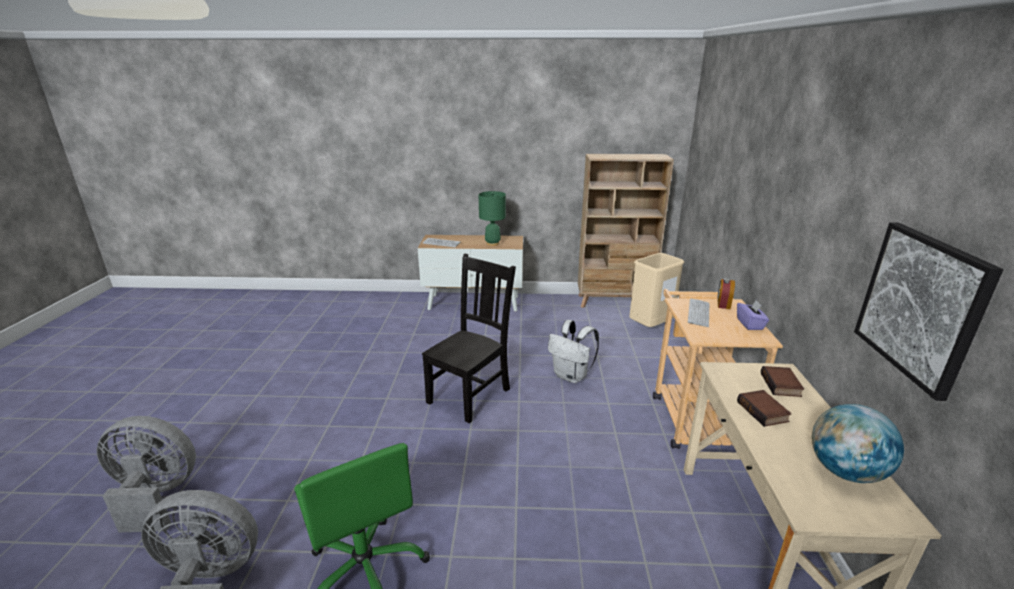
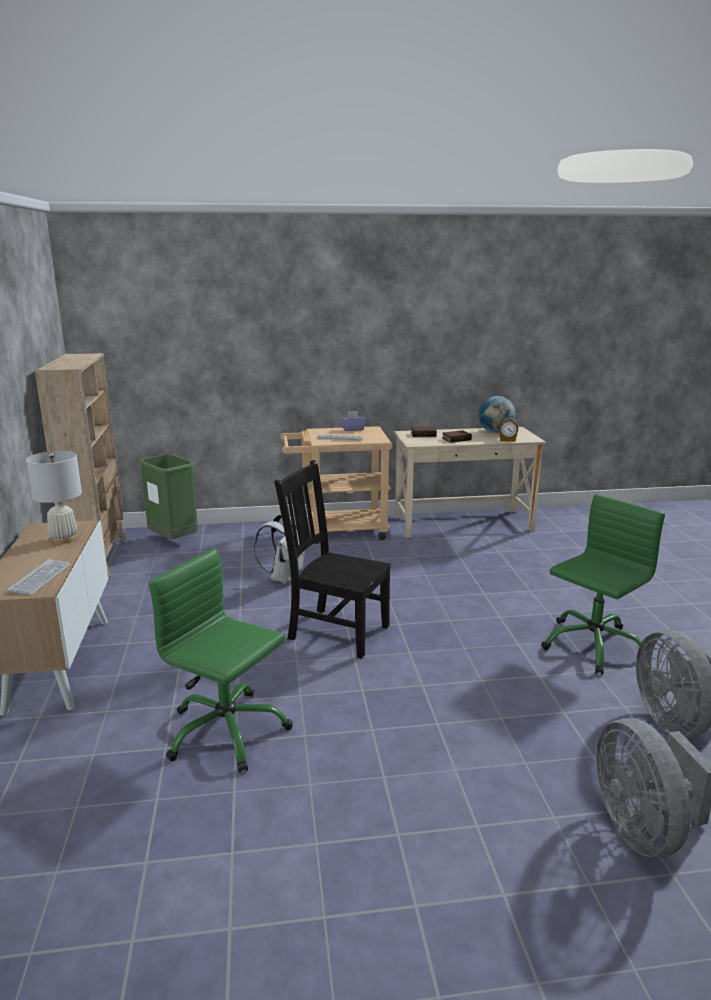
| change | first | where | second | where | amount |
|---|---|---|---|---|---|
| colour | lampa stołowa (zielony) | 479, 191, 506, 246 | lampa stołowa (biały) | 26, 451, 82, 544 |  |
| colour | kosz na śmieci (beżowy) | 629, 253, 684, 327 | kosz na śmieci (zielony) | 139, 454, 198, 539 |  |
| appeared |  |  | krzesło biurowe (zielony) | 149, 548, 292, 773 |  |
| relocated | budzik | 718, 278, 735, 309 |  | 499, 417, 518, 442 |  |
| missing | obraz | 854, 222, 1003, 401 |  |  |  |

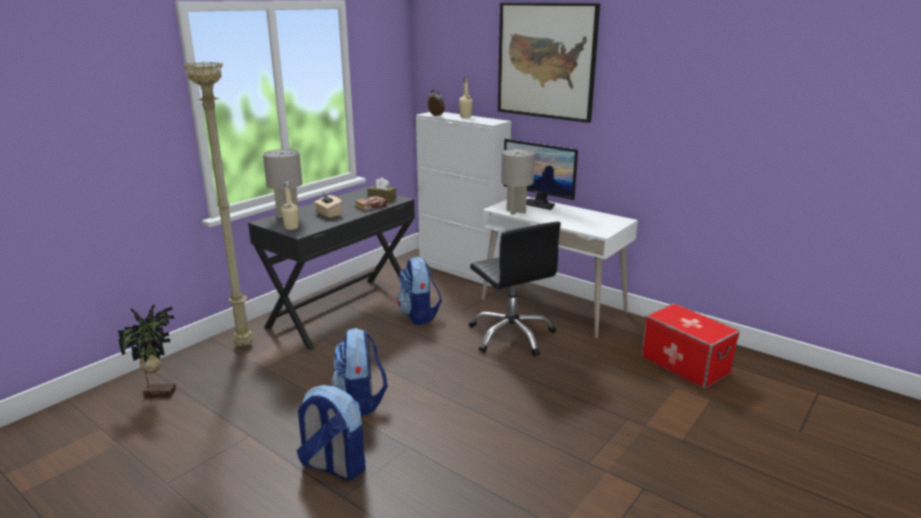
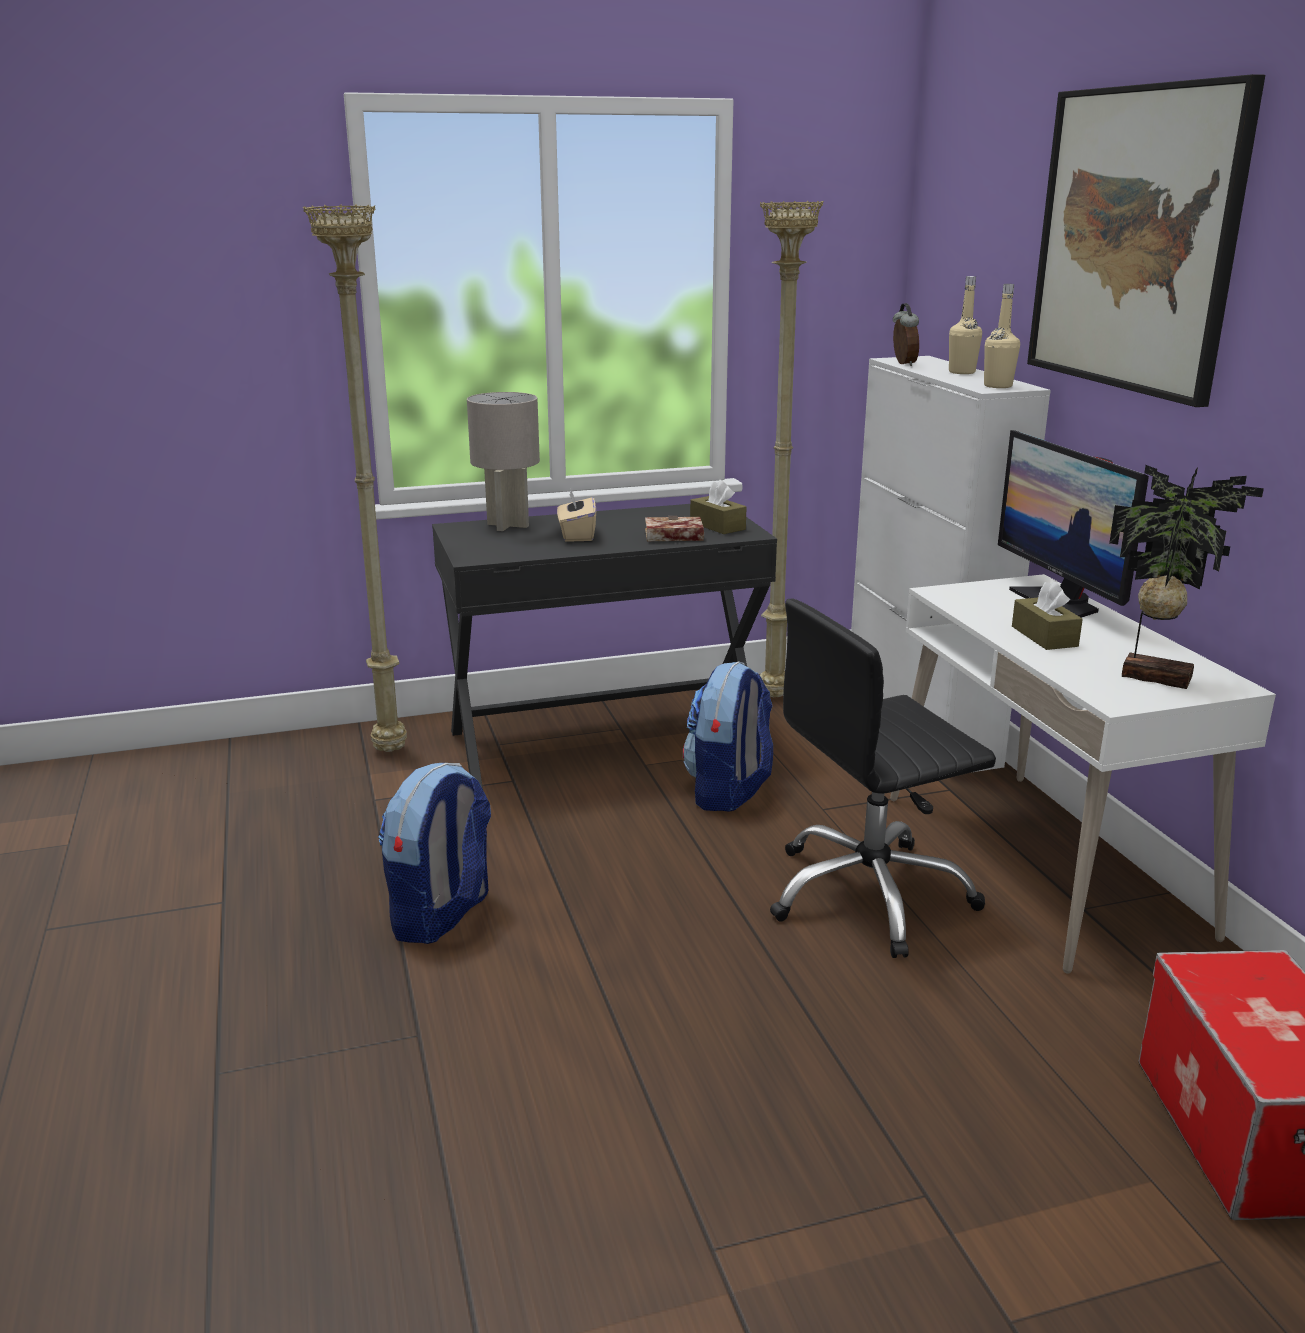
| change | first | where | second | where | amount |
|---|---|---|---|---|---|
| appeared |  |  | lampa stojąca (beżowy) | 760, 201, 824, 697 |  |
| spun | krzesło biurowe (czarny) | 469, 221, 561, 356 |  | 770, 599, 996, 958 | 60 degrees clockwise |
| relocated | butelka (beżowy) | 281, 181, 298, 230 |  | 984, 284, 1020, 388 |  |
| appeared |  |  | pudełko chusteczek (brązowy) | 1012, 581, 1083, 650 |  |
| relocated | roślina doniczkowa | 118, 304, 176, 398 |  | 1109, 465, 1264, 689 |  |
| missing | plecak | 296, 385, 366, 481 |  |  |  |
| missing | lampa stołowa (szary) | 501, 149, 535, 215 |  |  |  |

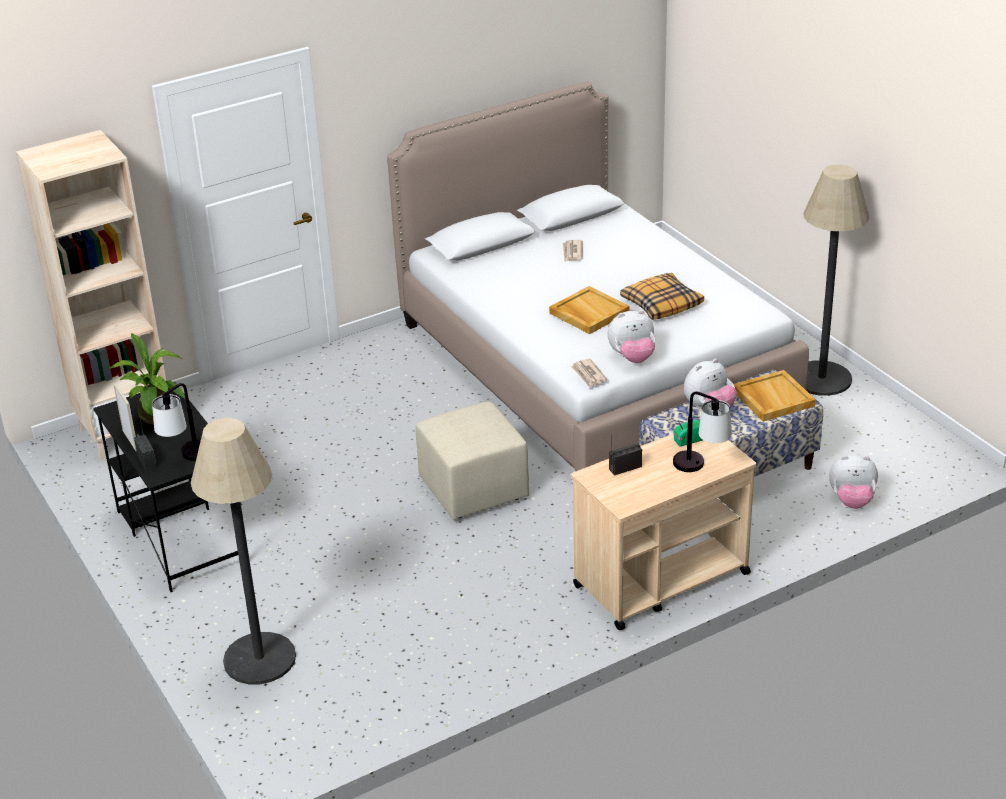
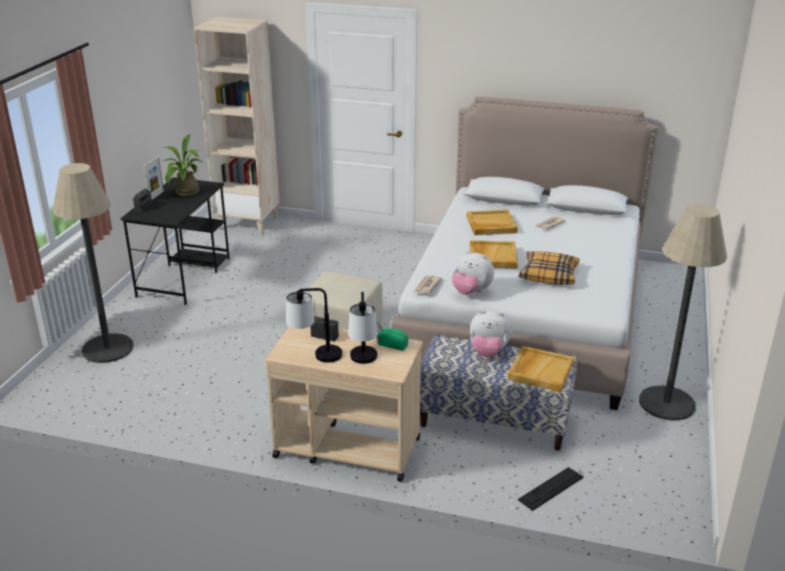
| change | first | where | second | where | amount |
|---|---|---|---|---|---|
| relocated | lampa stołowa | 152, 383, 201, 461 |  | 286, 288, 342, 363 |  |
| appeared |  |  | taca (beżowy) | 467, 210, 518, 235 |  |
| exchanged | pluszak | 829, 454, 878, 509 | klawiatura | 517, 467, 584, 511 |  |

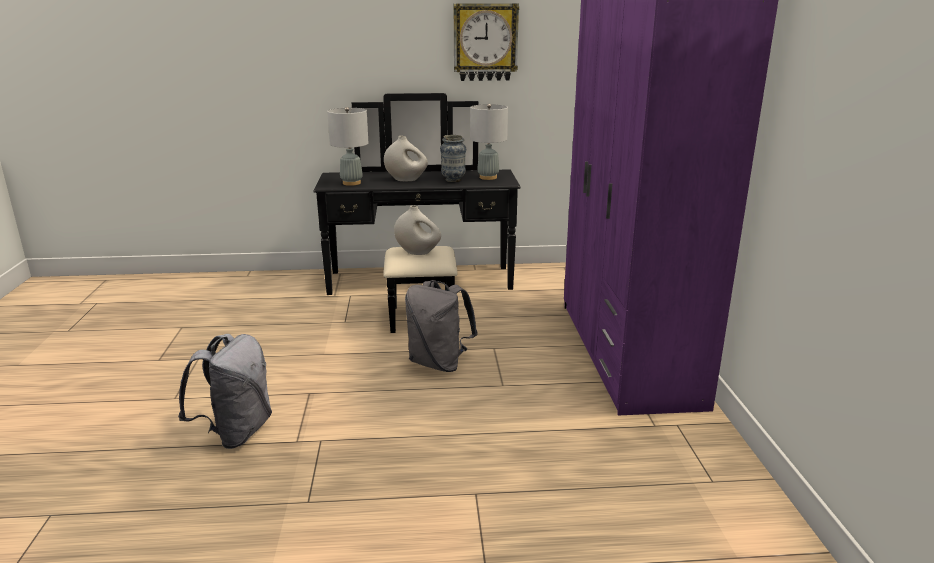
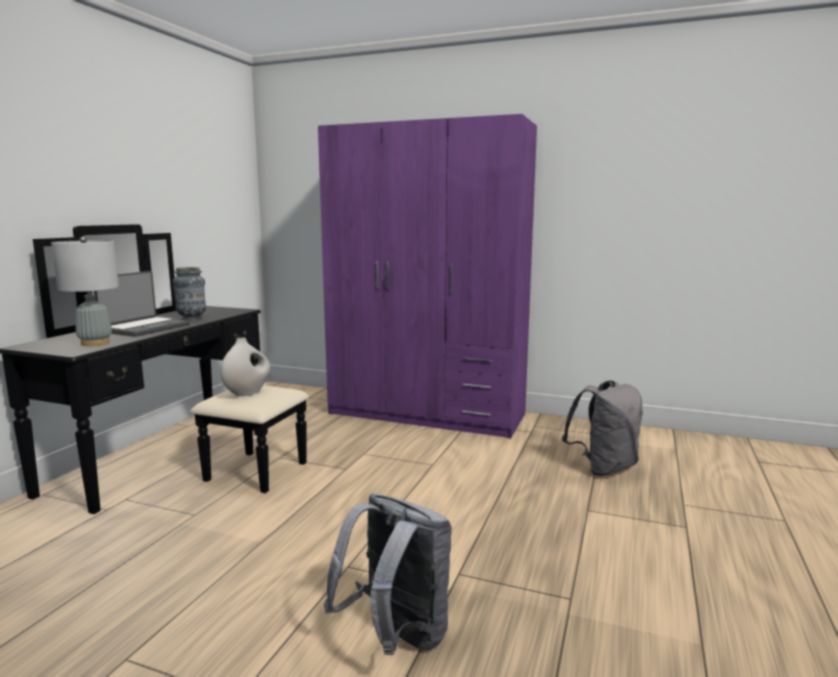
| change | first | where | second | where | amount |
|---|---|---|---|---|---|
| exchanged | wazon (biały) | 384, 136, 428, 181 | laptop | 94, 271, 190, 337 |  |
| relocated | plecak (szary) | 405, 280, 478, 372 |  | 562, 380, 643, 476 |  |
| missing | zegar ścienny | 454, 3, 519, 81 |  |  |  |
| missing | lampa stołowa (szary) | 470, 104, 508, 180 |  |  |  |

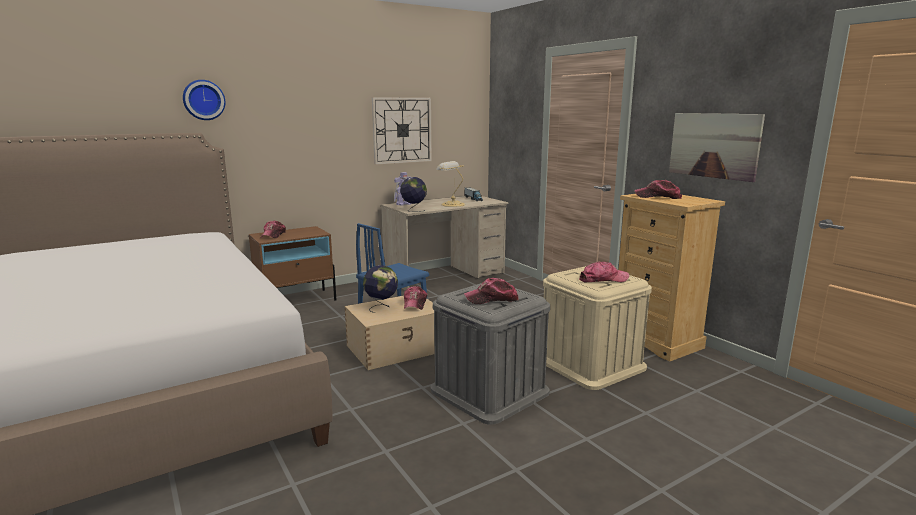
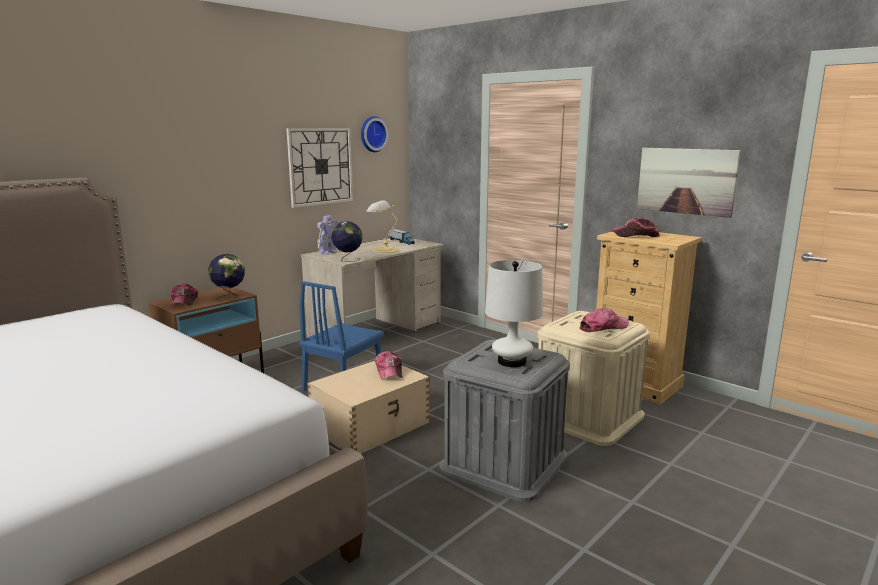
| change | first | where | second | where | amount |
|---|---|---|---|---|---|
| relocated | globus | 363, 265, 398, 313 |  | 208, 254, 245, 301 |  |
| relocated | zegar ścienny | 183, 80, 225, 120 |  | 361, 116, 389, 152 |  |
| exchanged | czapka z daszkiem | 464, 278, 519, 304 | lampa stołowa (biały) | 485, 260, 543, 367 |  |

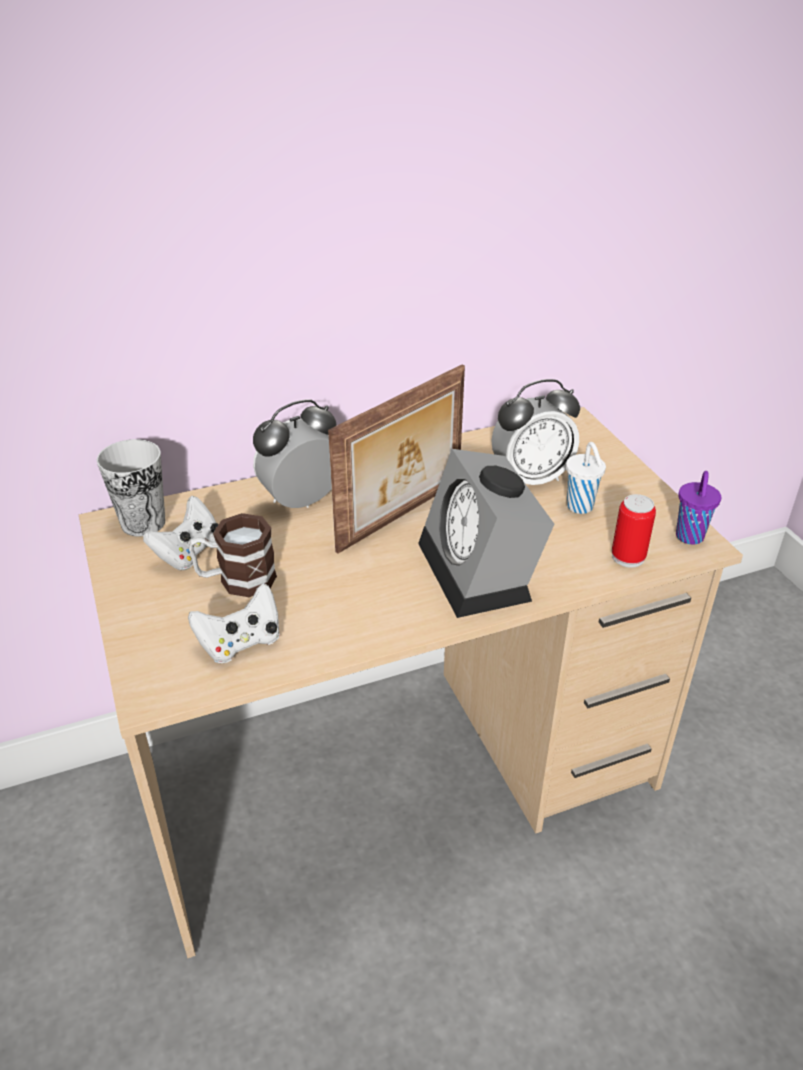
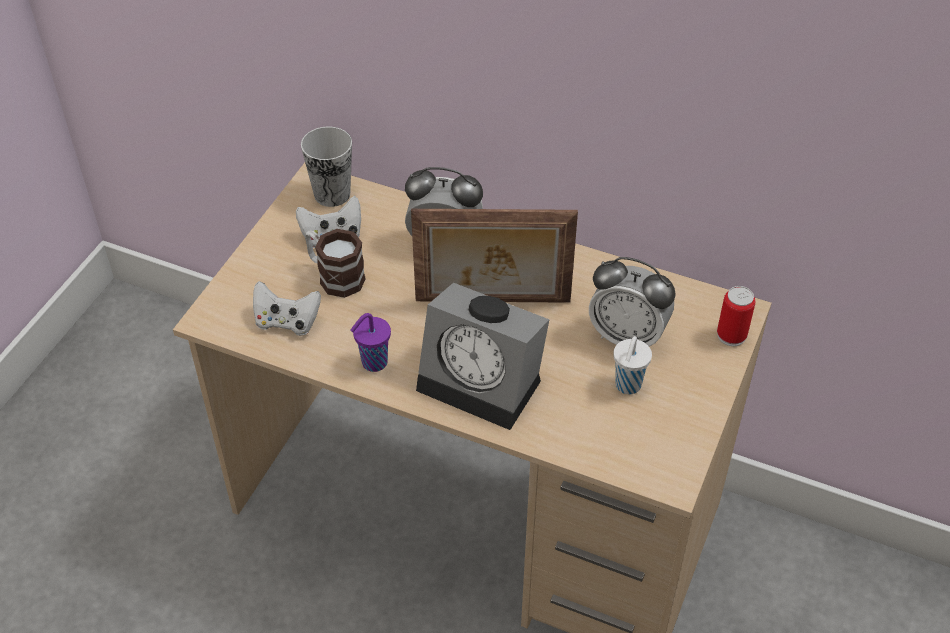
| change | first | where | second | where | amount |
|---|---|---|---|---|---|
| relocated | filiżanka (fioletowy) | 676, 471, 721, 545 |  | 350, 313, 391, 372 |  |
| spun | budzik | 418, 449, 554, 618 |  | 416, 283, 550, 430 | 90 degrees counterclockwise |
| relocated | puszka | 612, 494, 656, 568 |  | 717, 286, 756, 346 |  |

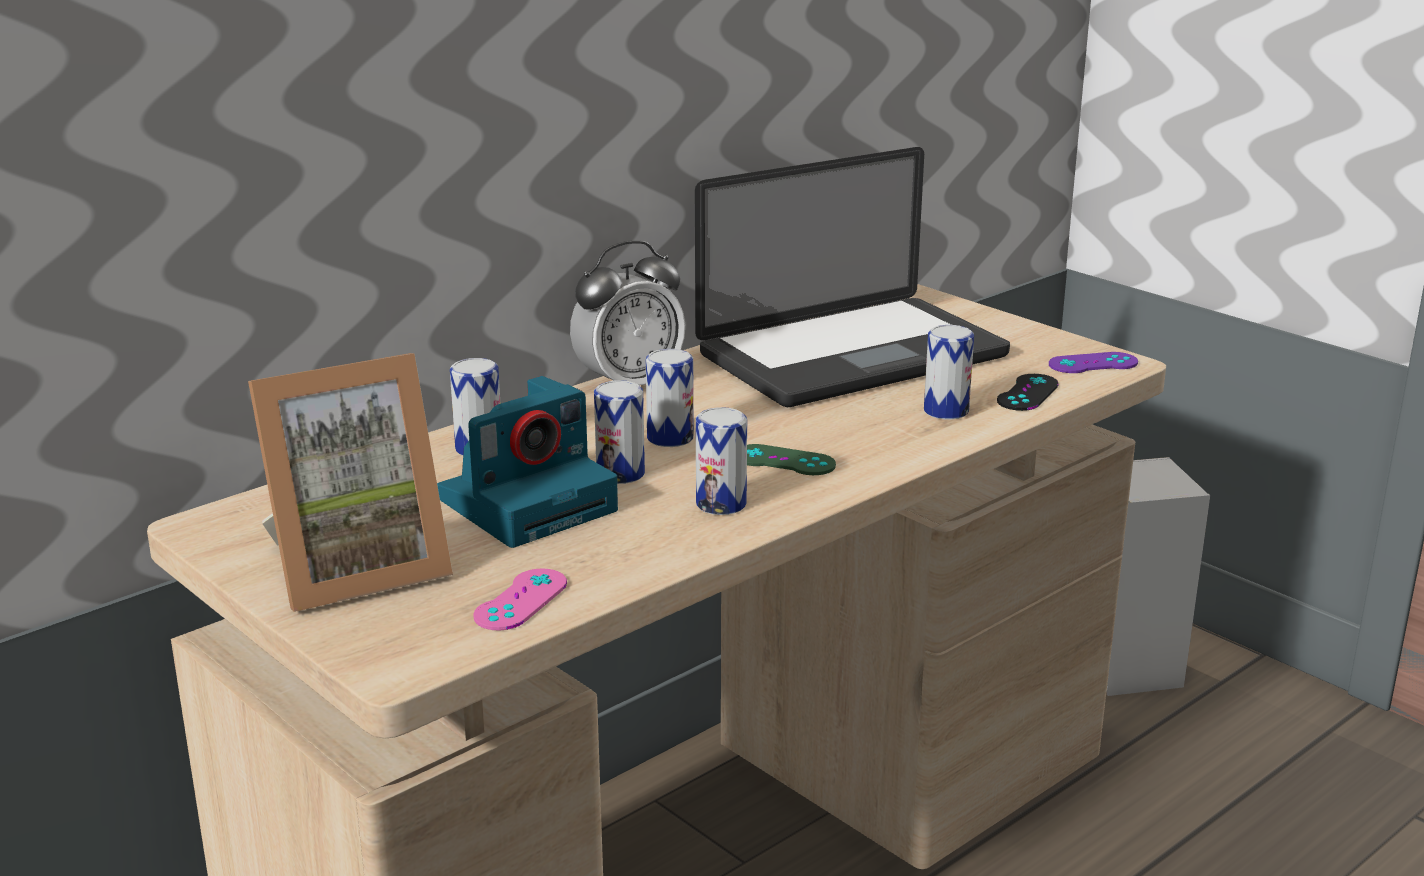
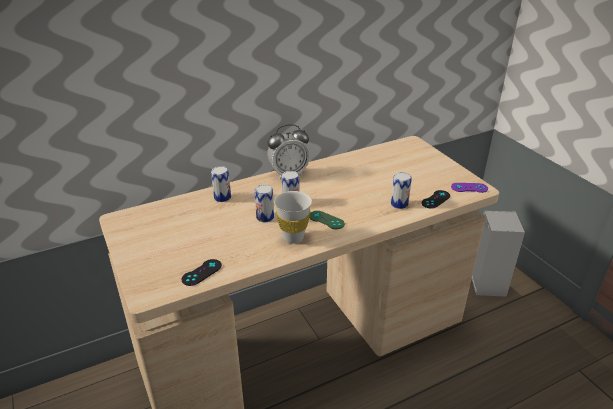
| change | first | where | second | where | amount |
|---|---|---|---|---|---|
| colour | pad do gier (różowy) | 473, 569, 567, 631 | pad do gier (czarny) | 182, 259, 222, 286 |  |
| exchanged | puszka | 696, 407, 747, 515 | filiżanka (biały) | 274, 191, 312, 244 |  |
| missing | ramka na zdjęcie | 248, 353, 453, 612 |  |  |  |
| missing | aparat fotograficzny | 437, 376, 618, 548 |  |  |  |
| missing | laptop | 695, 147, 1010, 407 |  |  |  |

